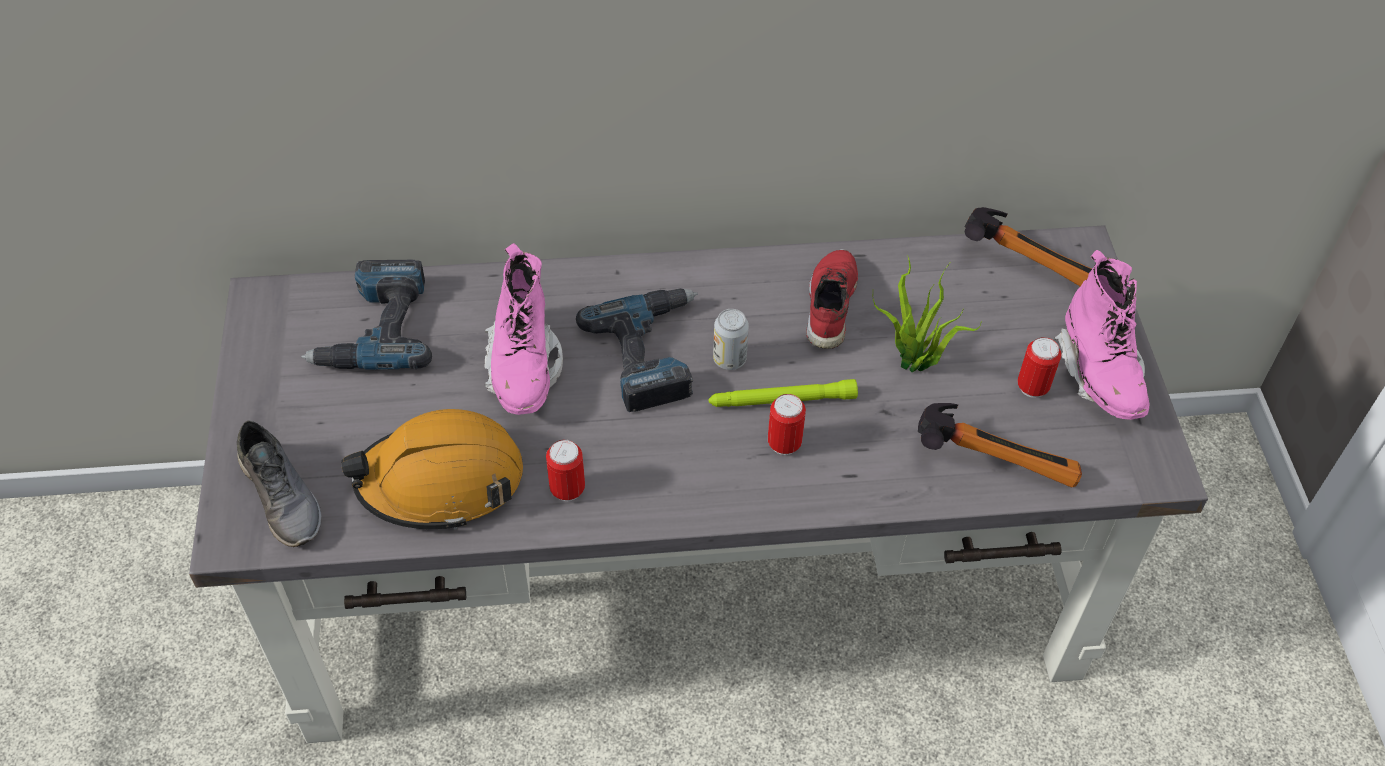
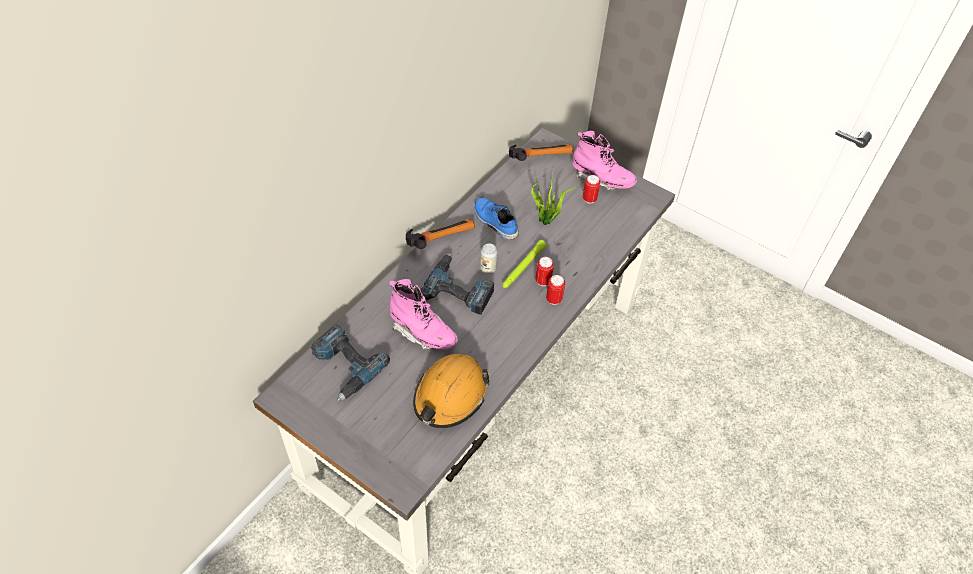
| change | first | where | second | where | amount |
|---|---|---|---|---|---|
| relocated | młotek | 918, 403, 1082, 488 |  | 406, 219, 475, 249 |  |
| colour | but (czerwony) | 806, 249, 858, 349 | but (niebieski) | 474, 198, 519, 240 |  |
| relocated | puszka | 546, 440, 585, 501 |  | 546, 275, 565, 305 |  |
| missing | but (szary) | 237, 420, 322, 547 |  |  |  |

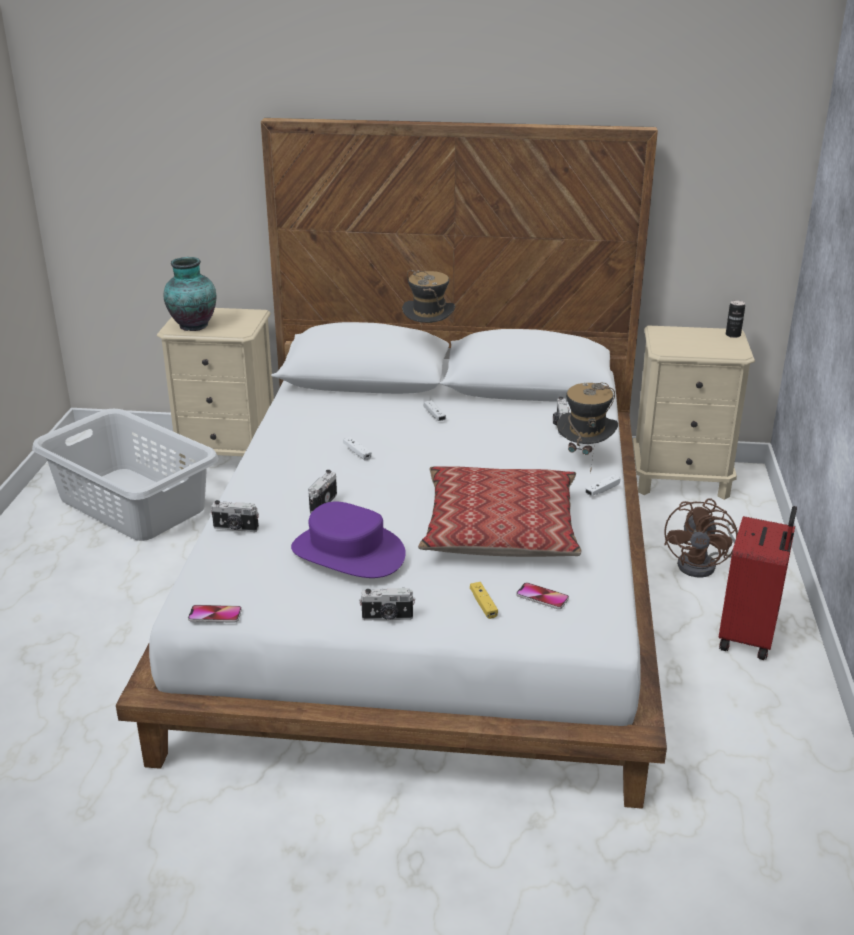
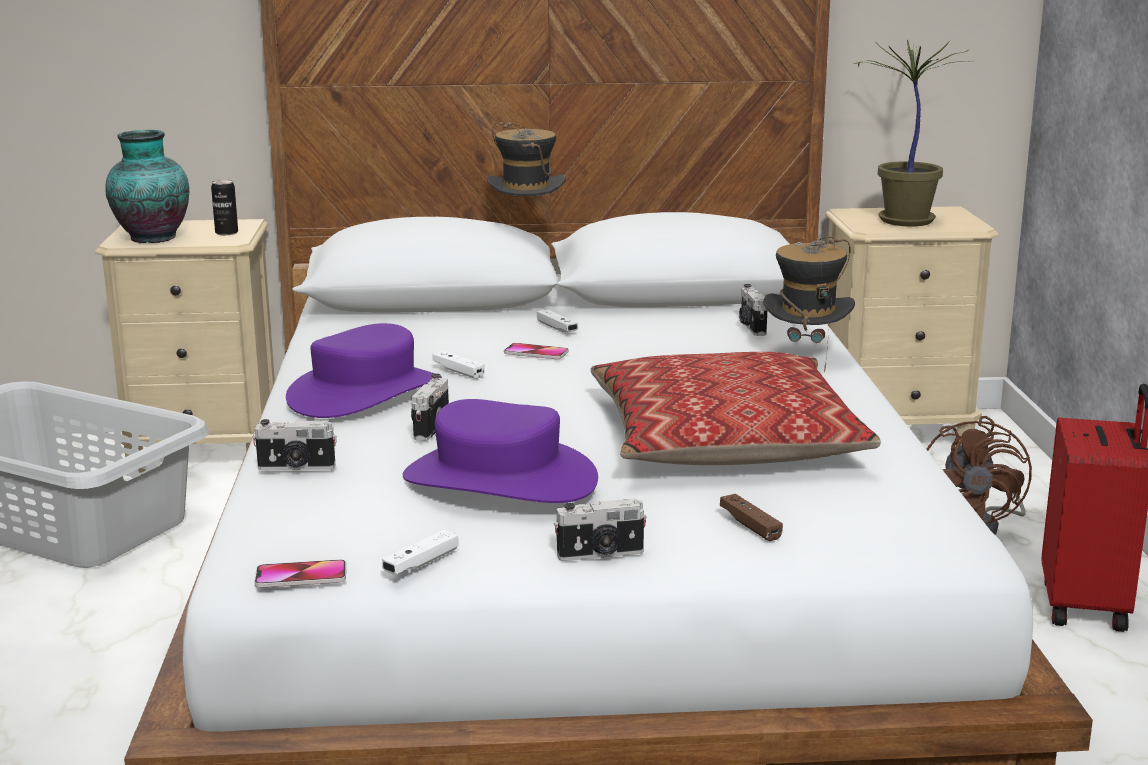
| change | first | where | second | where | amount |
|---|---|---|---|---|---|
| relocated | puszka | 726, 300, 745, 338 |  | 211, 179, 238, 235 |  |
| appeared |  |  | kapelusz (fioletowy) | 286, 323, 442, 418 |  |
| relocated | pad do gier (biały) | 585, 475, 621, 496 |  | 382, 530, 458, 575 |  |
| relocated | telefon | 516, 582, 569, 609 |  | 504, 343, 569, 359 |  |
| colour | pad do gier (żółty) | 470, 582, 498, 619 | pad do gier (brązowy) | 720, 494, 783, 541 |  |
| appeared |  |  | roślina doniczkowa | 854, 39, 972, 226 |  |

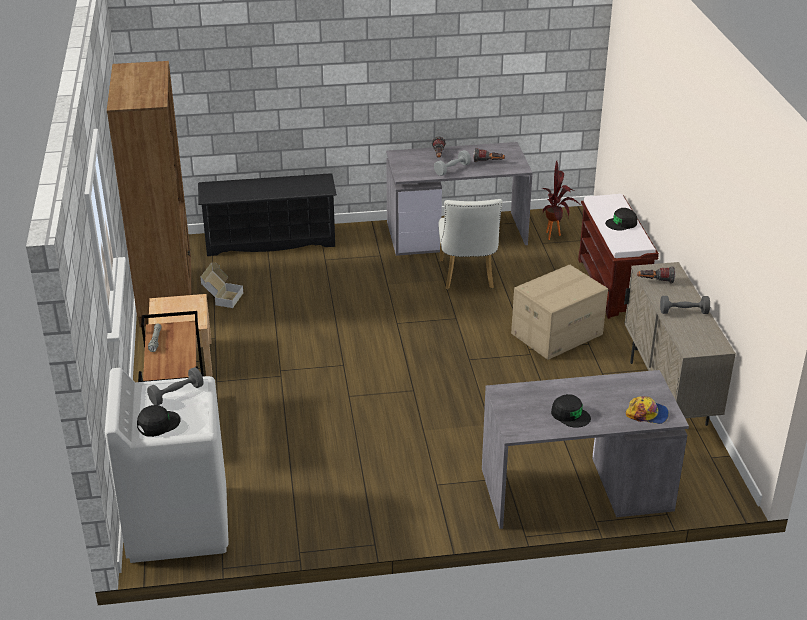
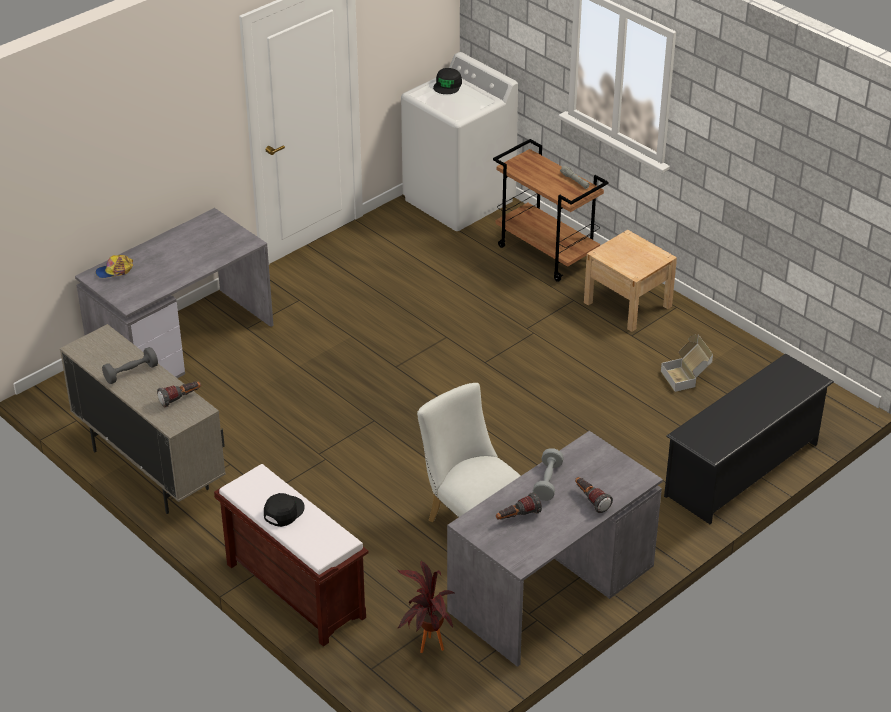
| change | first | where | second | where | amount |
|---|---|---|---|---|---|
| missing | regał (brązowy) | 107, 61, 191, 327 |  |  |  |
| missing | hantel (szary) | 147, 367, 204, 405 |  |  |  |
| missing | karton | 511, 265, 608, 360 |  |  |  |
| missing | czapka z daszkiem (czarny) | 551, 394, 591, 428 |  |  |  |

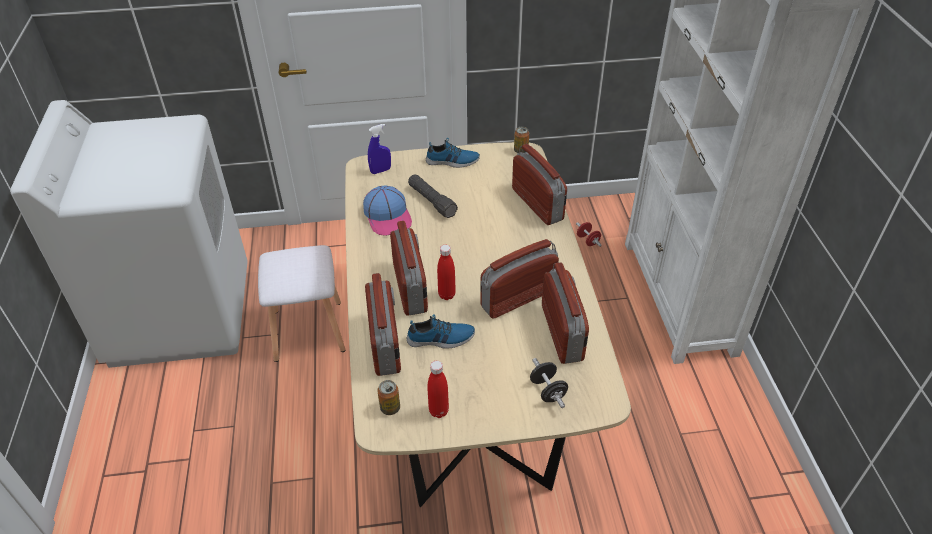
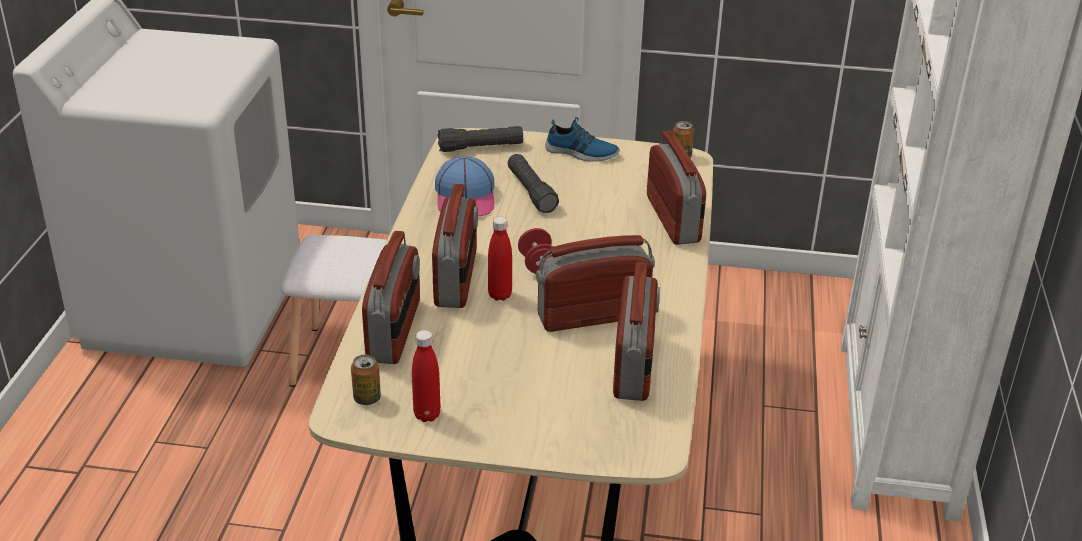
| change | first | where | second | where | amount |
|---|---|---|---|---|---|
| exchanged | spryskiwacz (niebieski) | 368, 124, 391, 174 | latarka (czarny) | 437, 126, 523, 152 |  |
| relocated | hantel (czerwony) | 576, 222, 602, 247 |  | 518, 228, 554, 274 |  |
| missing | but | 407, 314, 475, 349 |  |  |  |
| missing | hantel (czarny) | 530, 358, 568, 408 |  |  |  |

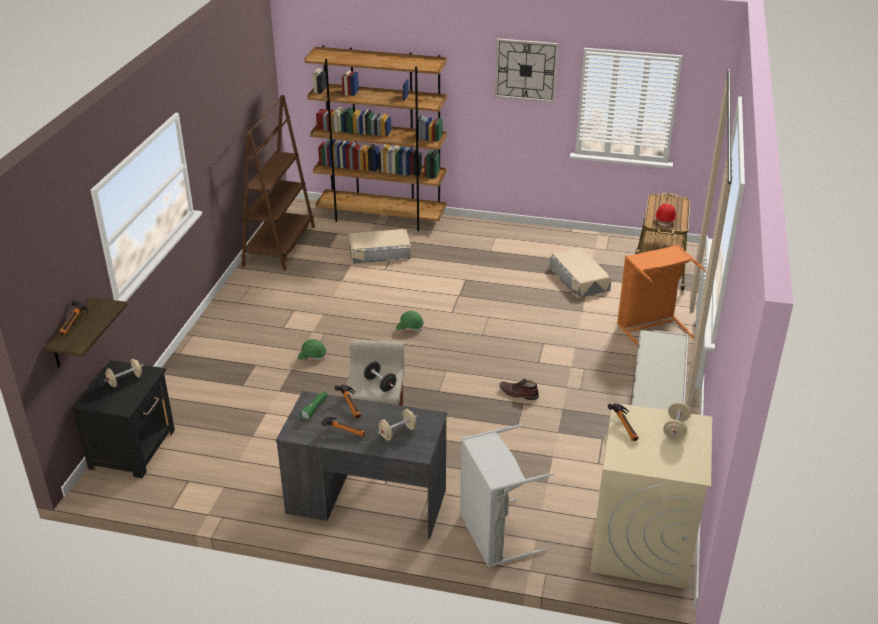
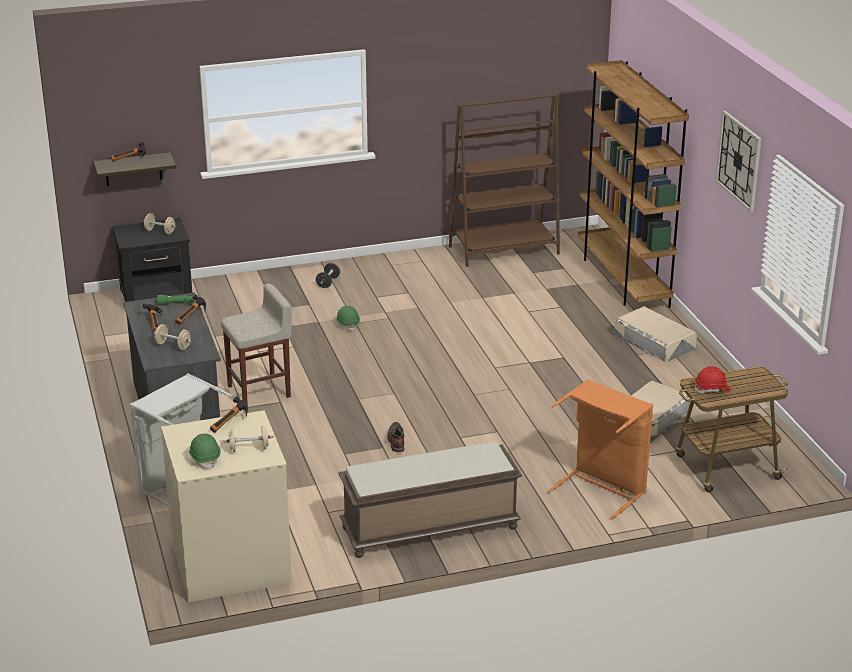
| change | first | where | second | where | amount |
|---|---|---|---|---|---|
| relocated | kask (zielony) | 396, 311, 424, 331 |  | 189, 434, 221, 469 |  |
| relocated | hantel (czarny) | 364, 361, 397, 392 |  | 316, 263, 340, 288 |  |
| relocated | pojemnik do przechowywania (beżowy) | 349, 229, 411, 264 |  | 614, 306, 697, 362 |  |

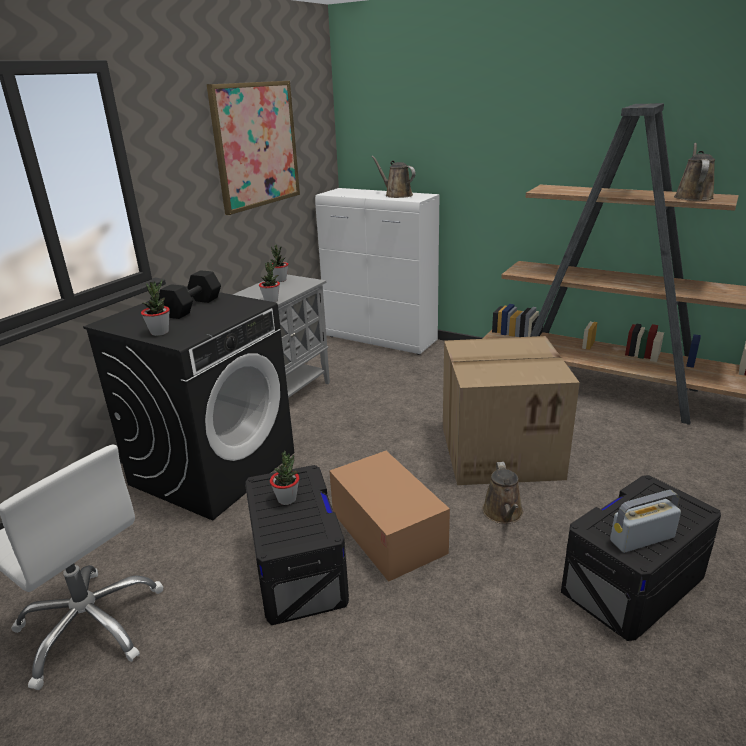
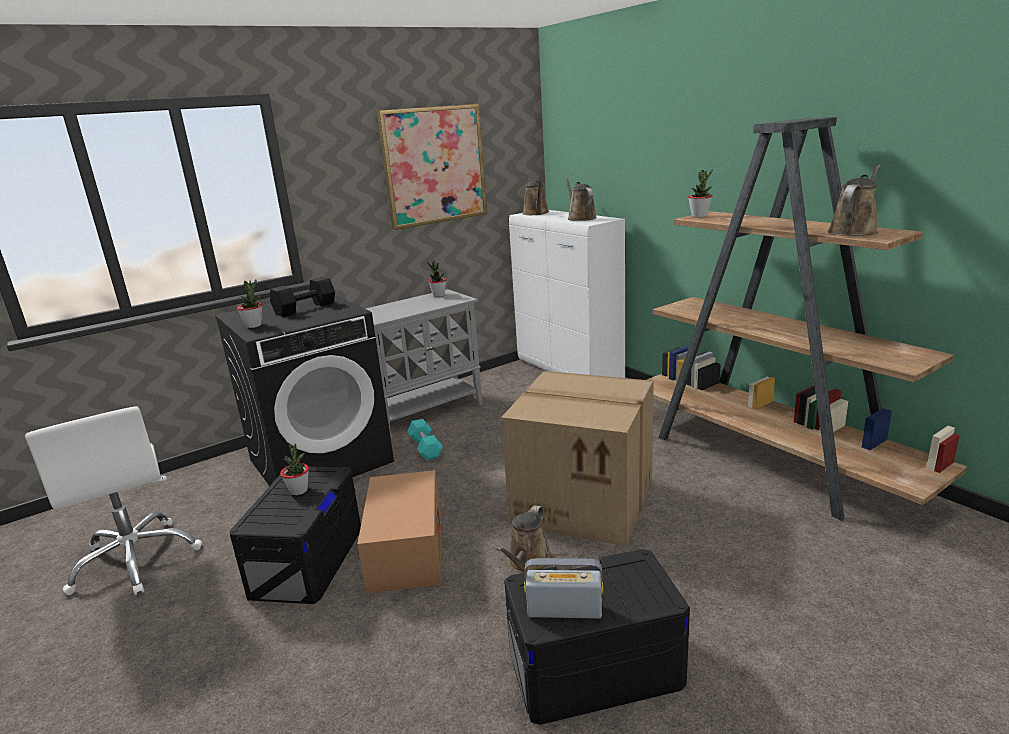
| change | first | where | second | where | amount |
|---|---|---|---|---|---|
| appeared |  |  | hantel (turkusowy) | 407, 419, 443, 460 |  |
| appeared |  |  | konewka (brązowy) | 523, 181, 549, 215 |  |
| relocated | roślina doniczkowa | 259, 261, 280, 302 |  | 688, 169, 713, 218 |  |

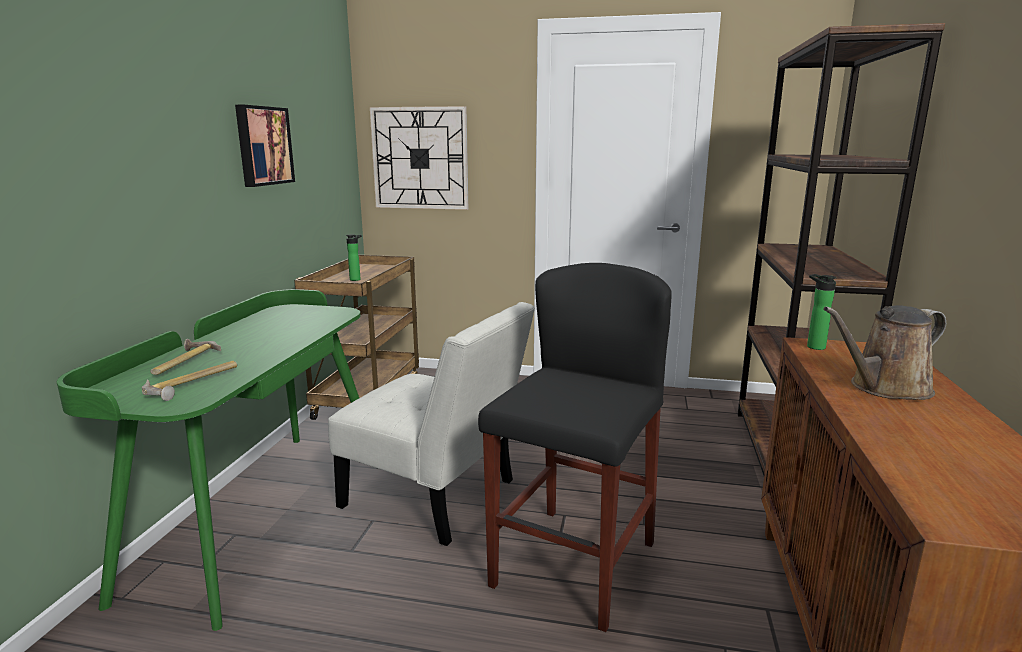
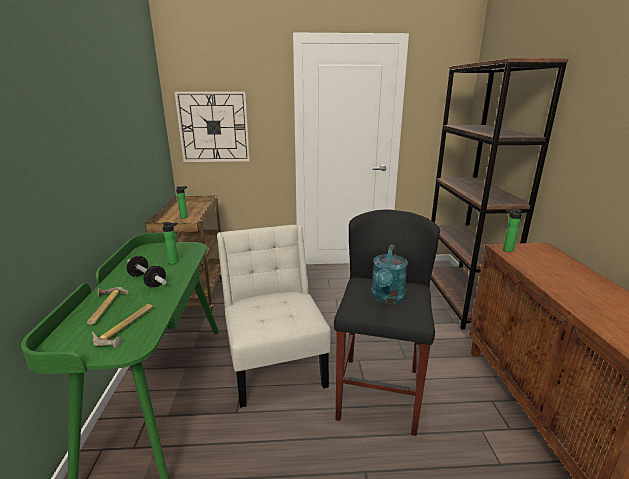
| change | first | where | second | where | amount |
|---|---|---|---|---|---|
| appeared |  |  | hantel | 127, 256, 167, 288 |  |
| appeared |  |  | butelka | 162, 222, 178, 264 |  |
| spun | krzesło (biały) | 328, 302, 535, 546 |  | 217, 224, 331, 408 | 120 degrees counterclockwise |
| appeared |  |  | konewka (turkusowy) | 371, 244, 408, 304 |  |
| missing | obraz | 235, 105, 295, 187 |  |  |  |
| missing | konewka (brązowy) | 823, 305, 946, 400 |  |  |  |

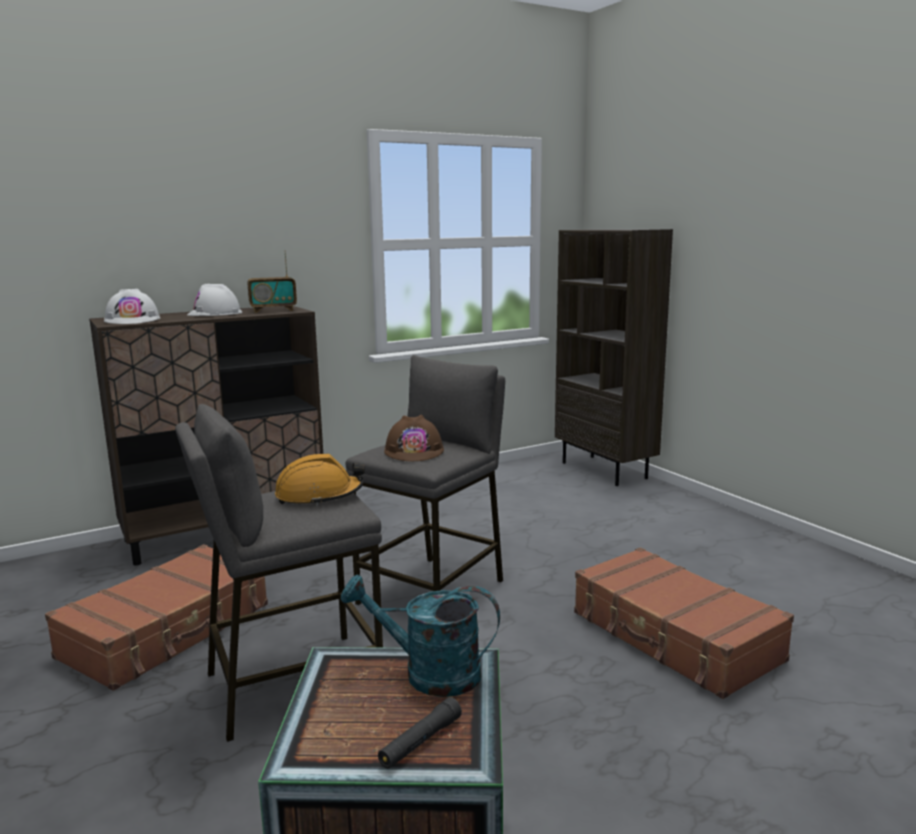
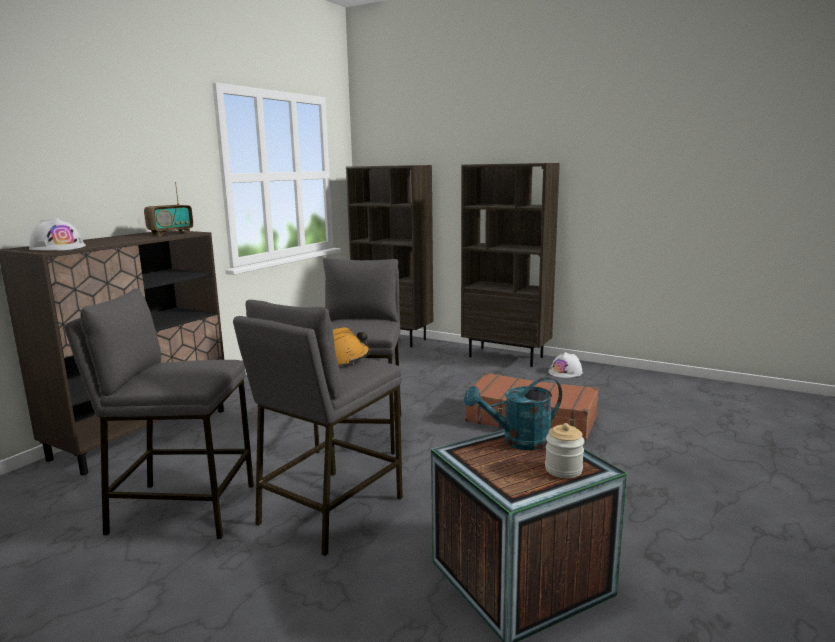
| change | first | where | second | where | amount |
|---|---|---|---|---|---|
| exchanged | walizka (brązowy) | 45, 544, 268, 691 | stołek (szary) | 64, 288, 254, 539 |  |
| appeared |  |  | regał (brązowy) | 461, 163, 560, 367 |  |
| exchanged | latarka (czarny) | 378, 697, 462, 769 | słoik | 545, 423, 585, 478 |  |
| relocated | kask (biały) | 187, 284, 242, 316 |  | 549, 352, 583, 378 |  |
| missing | kask (brązowy) | 384, 415, 444, 461 |  |  |  |

